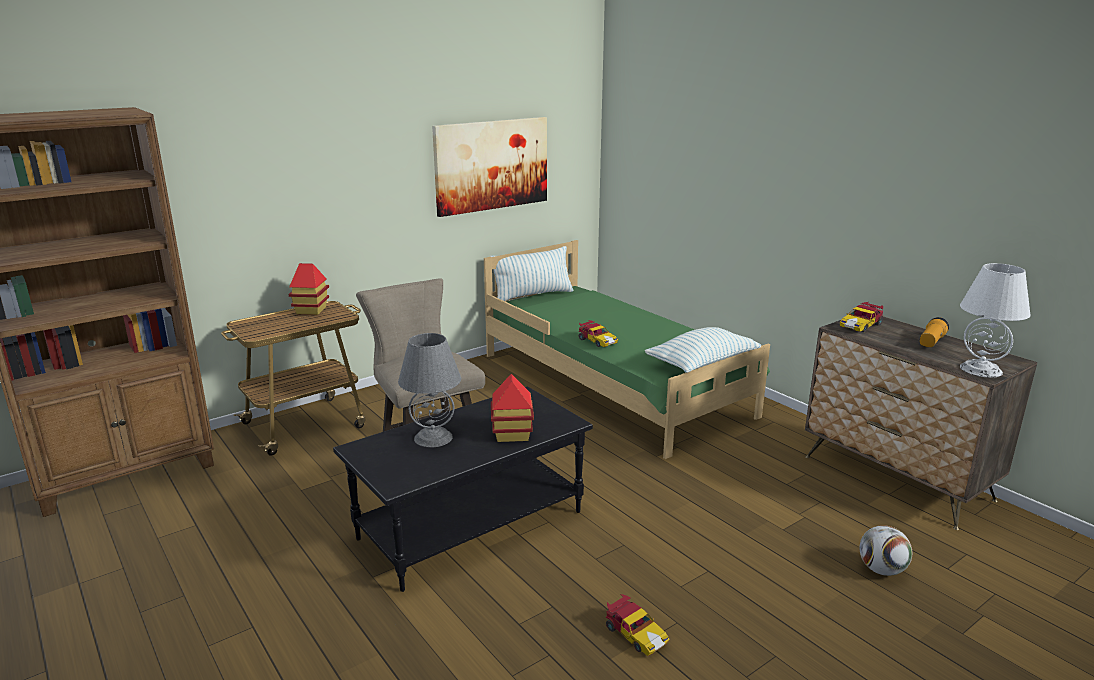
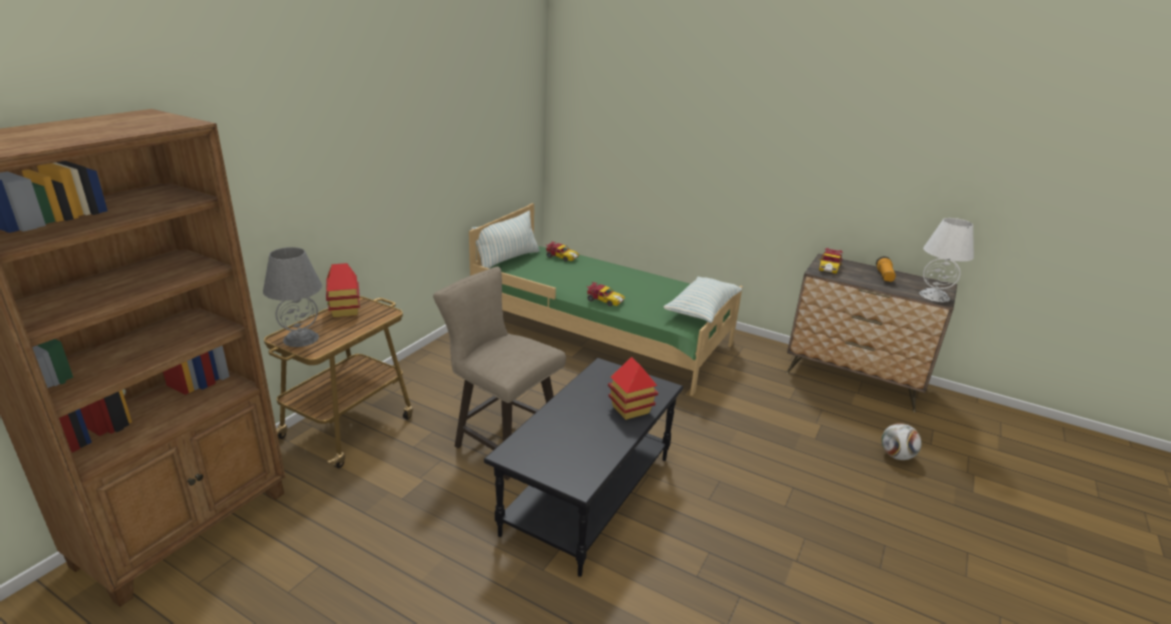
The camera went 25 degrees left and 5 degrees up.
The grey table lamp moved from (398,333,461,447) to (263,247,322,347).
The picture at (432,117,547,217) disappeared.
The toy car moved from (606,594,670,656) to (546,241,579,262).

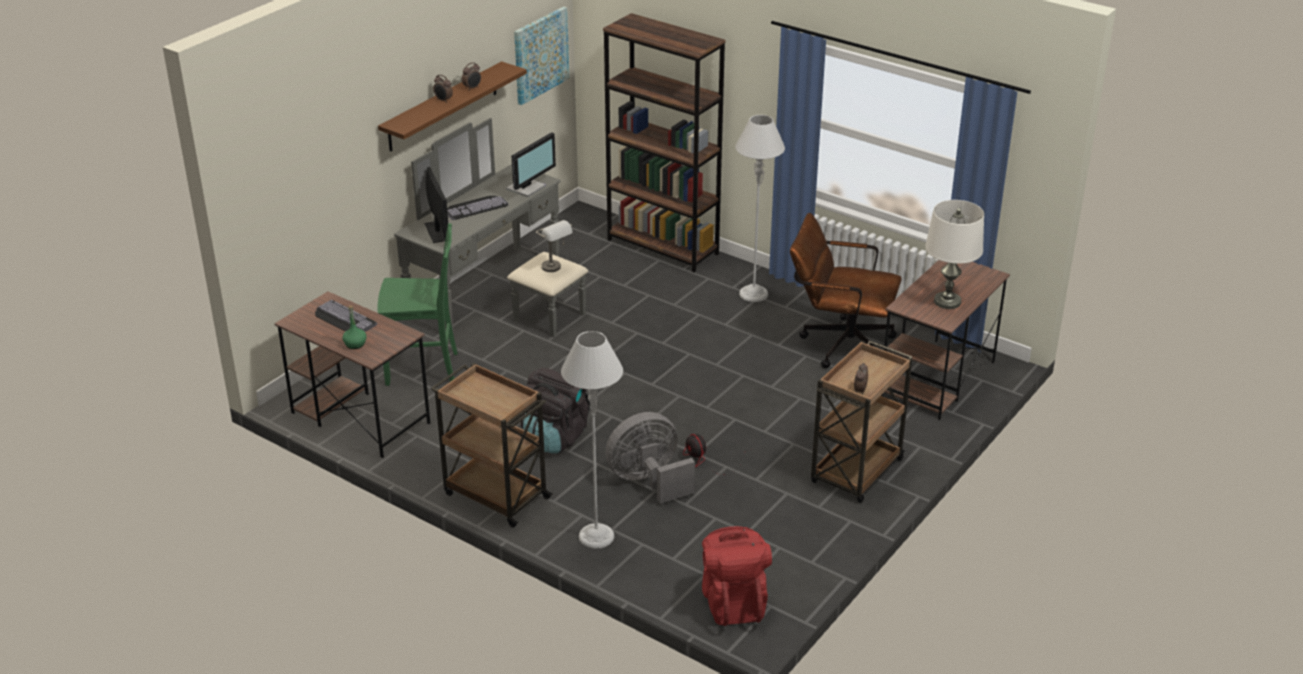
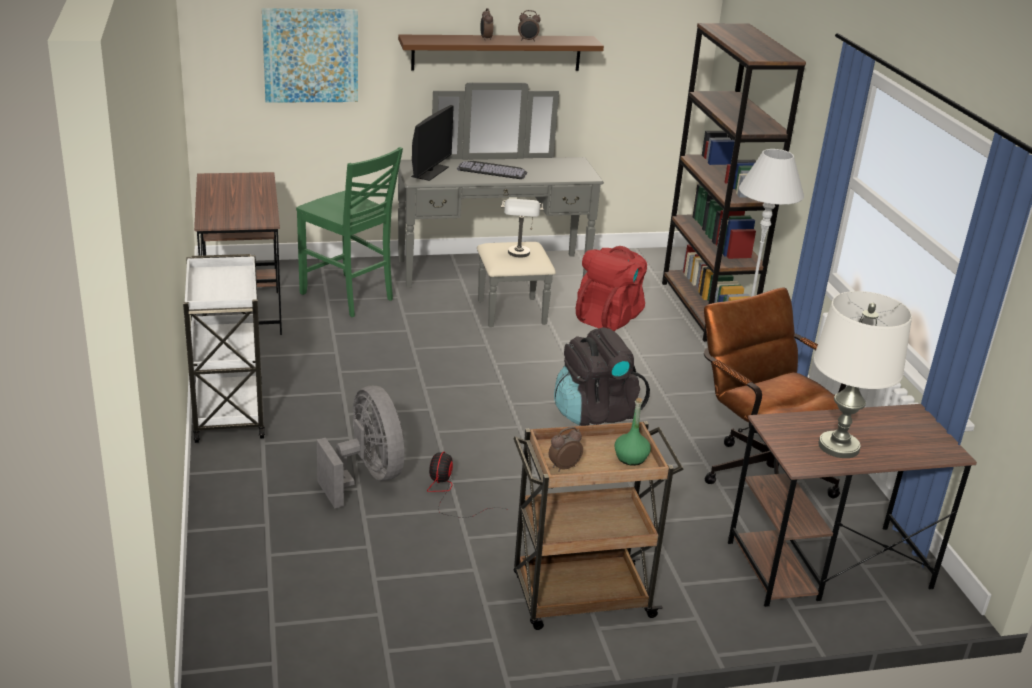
The camera went 40 degrees right and 5 degrees down.
The keyboard at (315,300,378,332) disappeared.
The green bottle moved from (342,305,367,349) to (614,398,651,466).
The brown cart at (431,363,552,528) became the white cart at (183,254,265,443).
The monitor at (506,132,556,197) disappeared.
The picture moved from (514,6,569,105) to (262,8,358,103).
The black backpack moved from (521,368,590,453) to (554,327,650,426).
The grey floor lamp at (561,331,623,549) disappeared.
The grey fan at (605,412,695,504) turned 45 degrees clockwise.
The red backpack moved from (702,526,772,626) to (576,246,647,331).

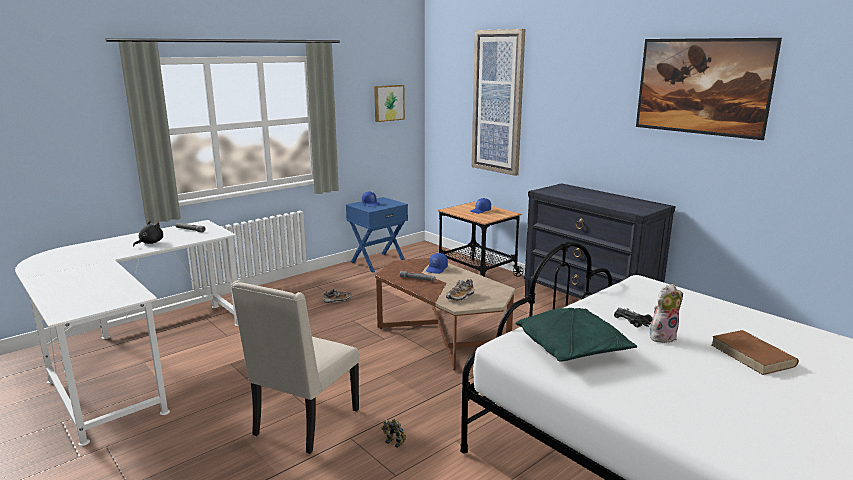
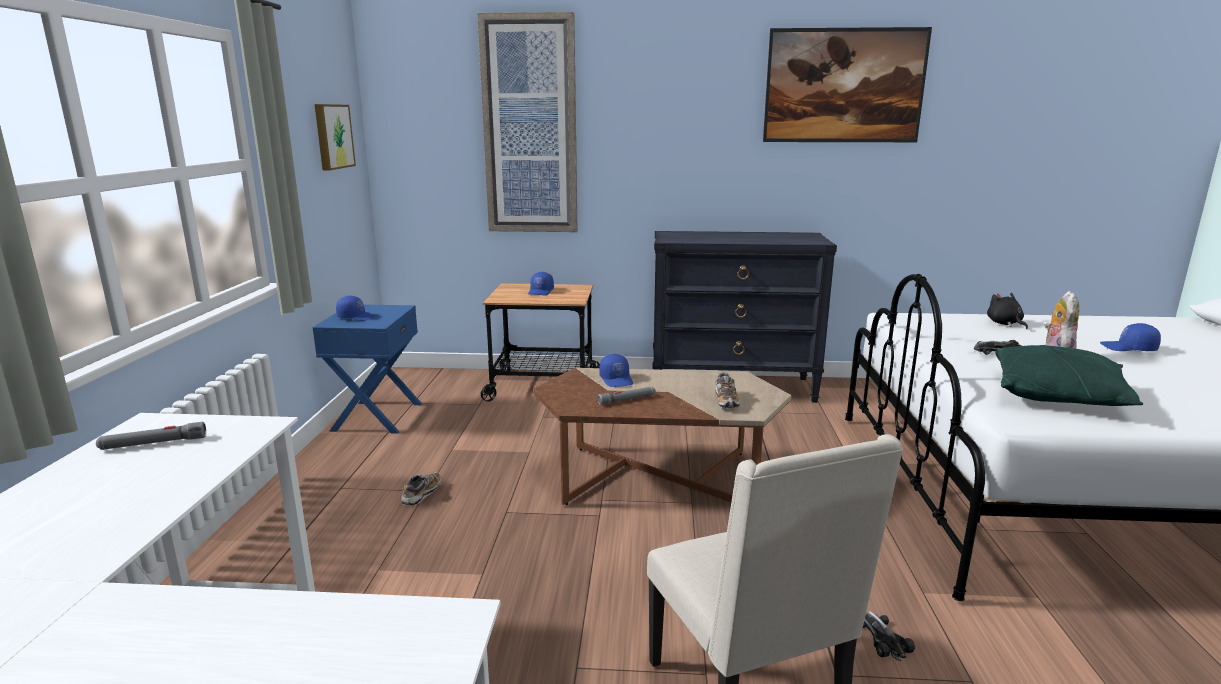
The camera went 45 degrees left and 0 degrees up.
The black plush toy moved from (133,221,163,247) to (987,293,1028,329).
The toy robot at (381,419,406,448) was replaced by the toy car at (863,611,915,662).
The brown book at (712,330,799,375) was replaced by the blue cap at (1100,323,1161,351).

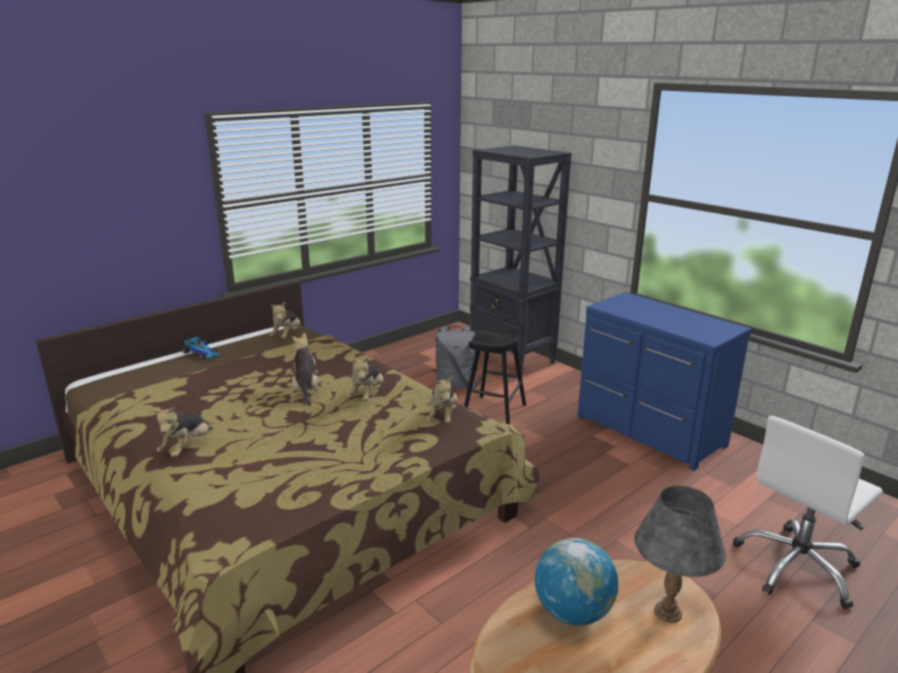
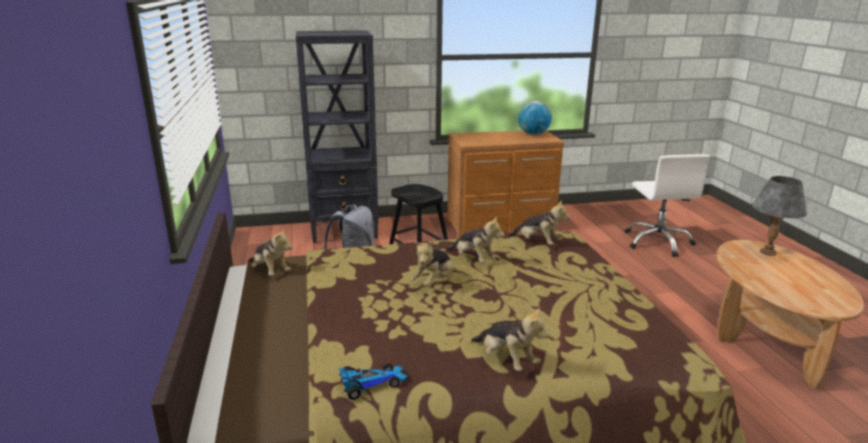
The camera went 60 degrees left and 0 degrees up.
The toy car moved from (182,337,220,360) to (339,363,409,400).
The plush toy at (292,333,323,406) turned 75 degrees counterclockwise.
The globe moved from (535,538,618,626) to (518,101,552,135).
The blue dresser at (577,292,751,471) became the brown dresser at (447,130,564,239).

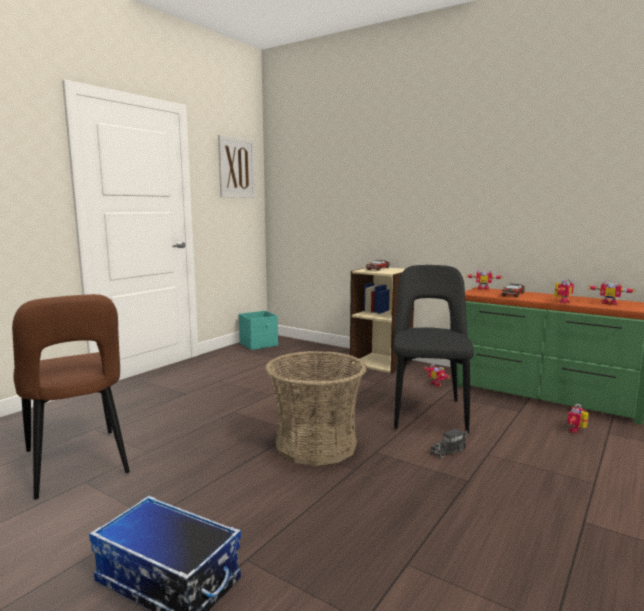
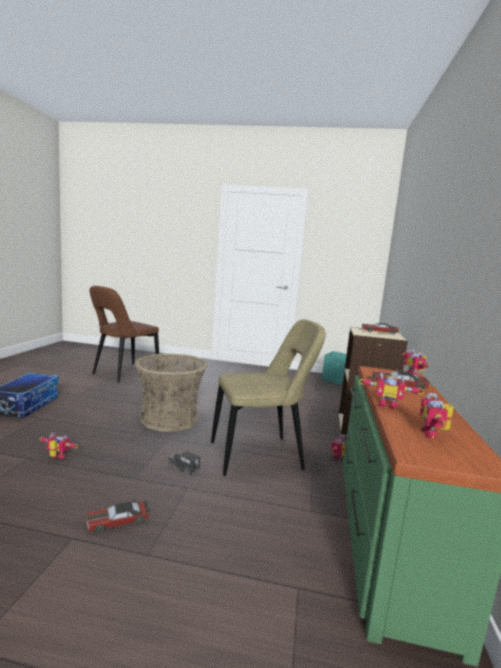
The camera went 65 degrees right and 0 degrees up.
The picture at (218,135,255,198) disappeared.
The black chair at (393,265,474,433) became the beige chair at (211,320,326,476).
The toy robot moved from (567,404,589,433) to (39,433,78,459).
The toy car at (87,501,149,533) appeared.

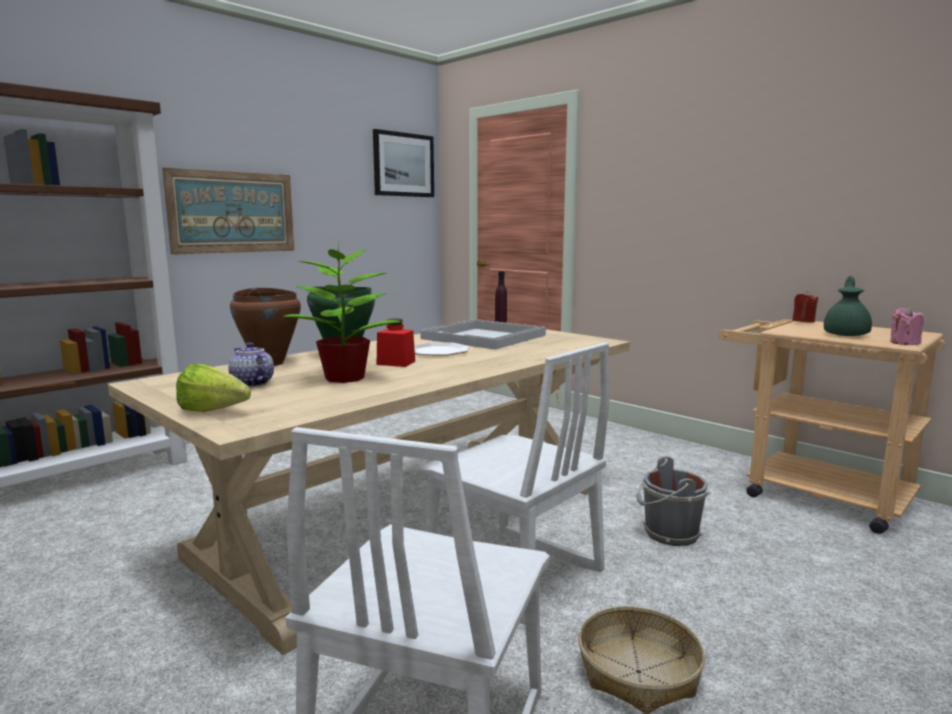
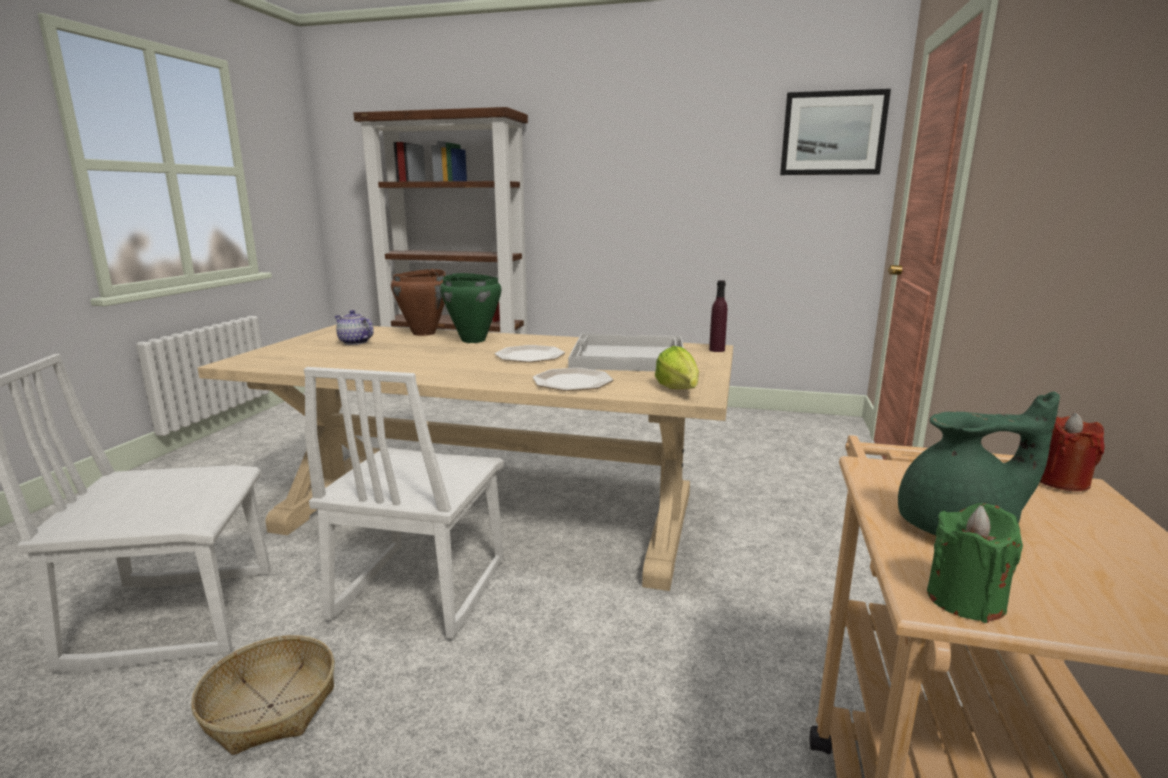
The camera went 60 degrees right and 5 degrees up.
The picture at (162,167,294,255) disappeared.
The lettuce moved from (176,364,251,412) to (655,346,699,389).
The teapot at (228,342,274,387) turned 75 degrees counterclockwise.
The potted plant at (282,240,401,383) disappeared.
The red jar at (377,319,415,367) disappeared.
The grey bucket at (636,456,710,546) disappeared.
The pink candle at (890,307,924,345) became the green candle at (927,503,1023,623).
The plate at (533,368,613,391) appeared.

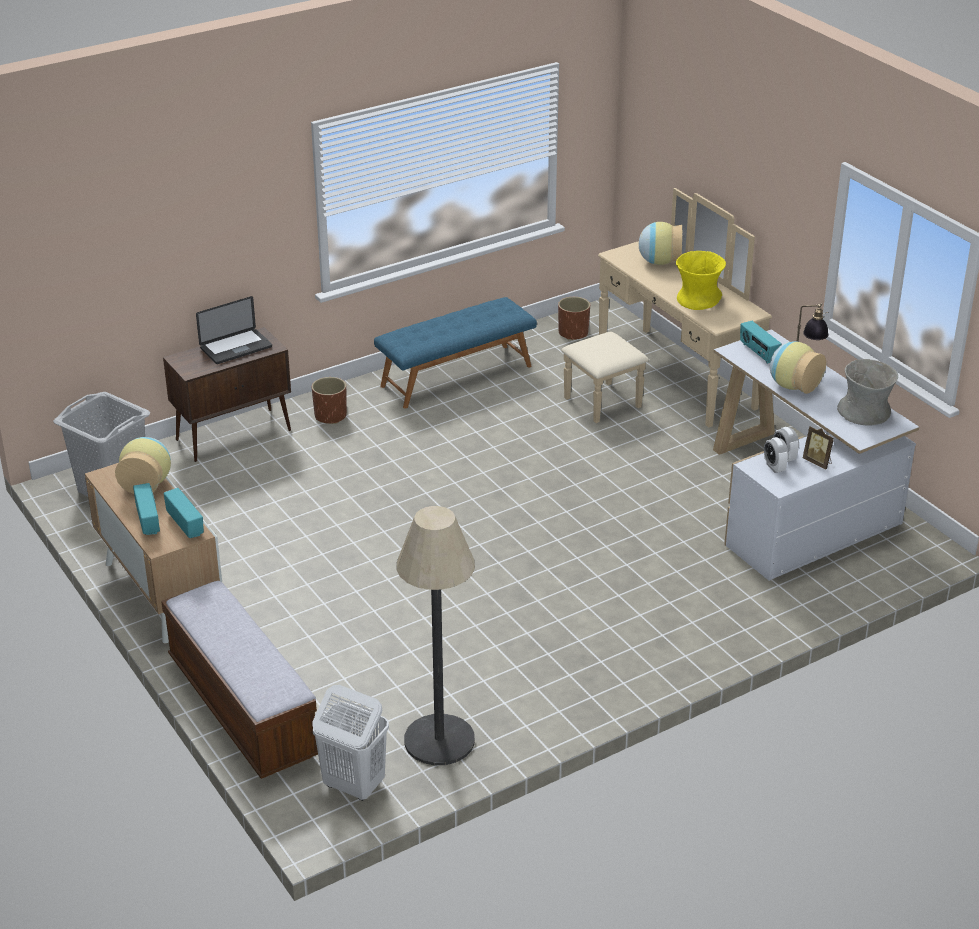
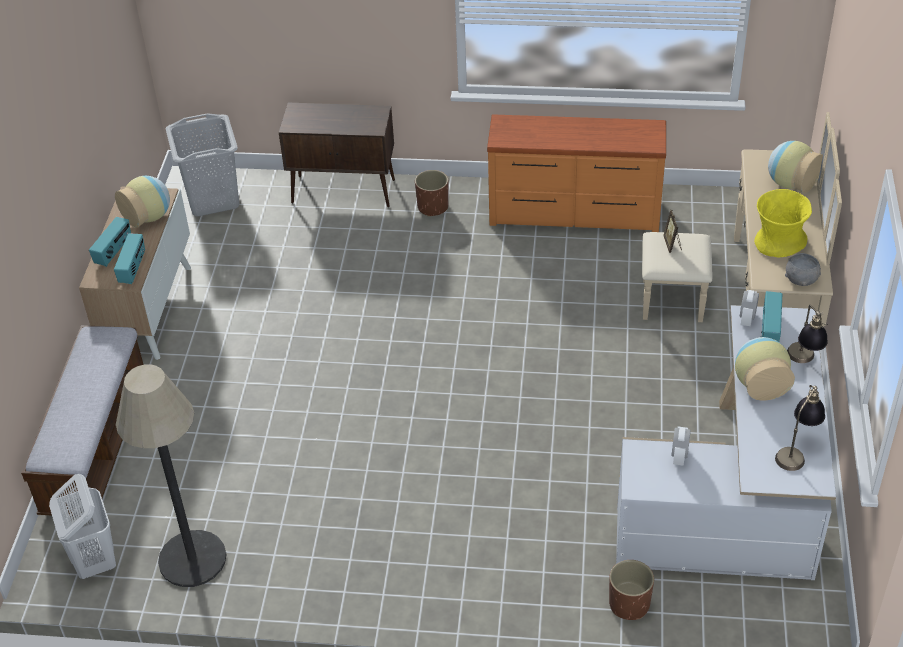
The camera went 40 degrees right and 10 degrees up.
The laptop at (196,296,272,364) disappeared.
The blue bench at (374,297,537,409) was replaced by the orange dresser at (487,114,666,232).
The brown planter moved from (558,297,590,340) to (609,560,654,620).
The alarm clock moved from (764,437,789,473) to (740,290,759,326).
The picture frame moved from (803,426,834,469) to (663,210,682,253).
The grey vase at (837,359,898,426) was replaced by the table lamp at (775,385,825,471).
The grey bowl at (785,253,821,286) appeared.

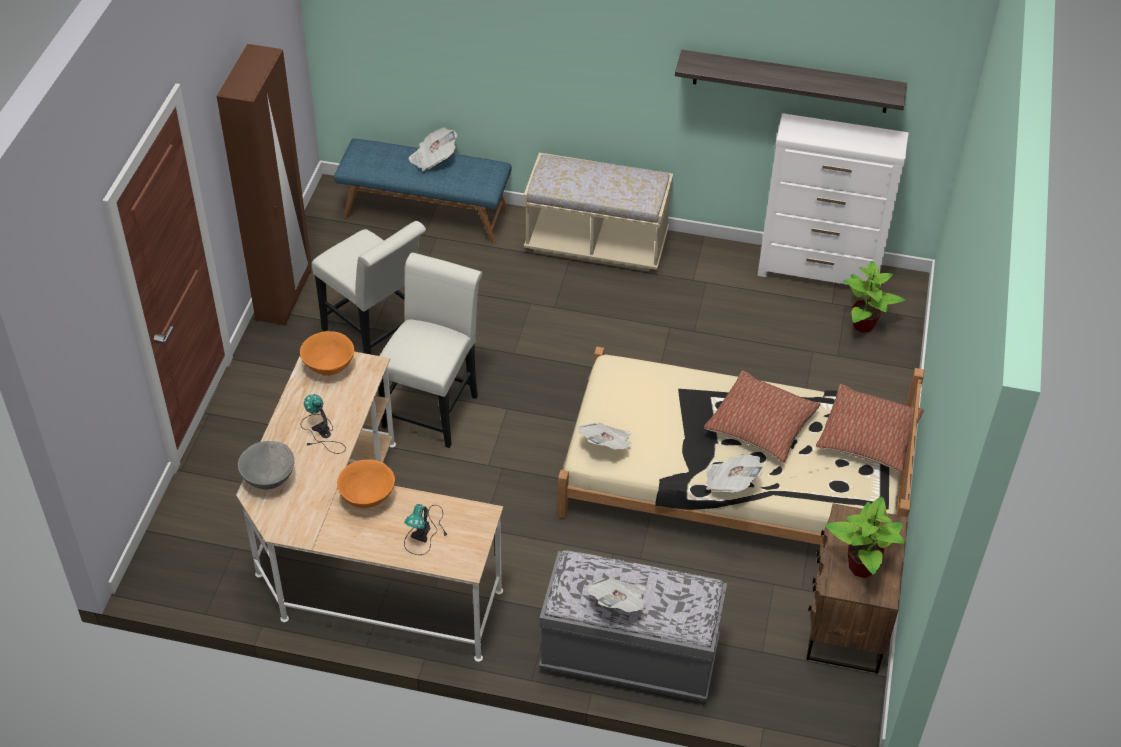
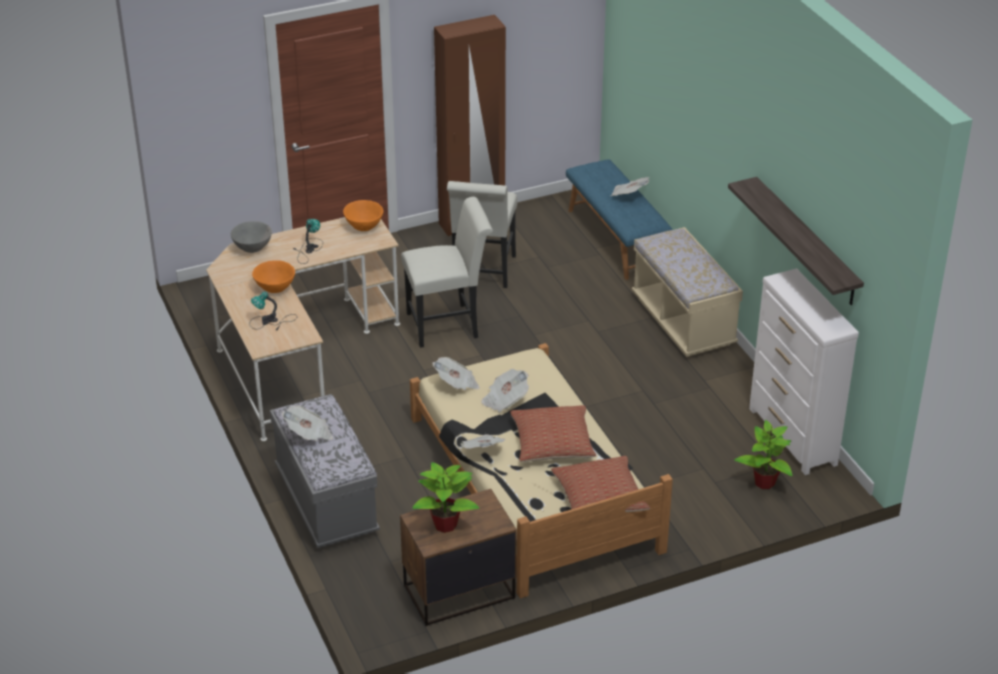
The camera went 55 degrees right and 10 degrees down.
The newspaper at (481,369,529,412) appeared.

